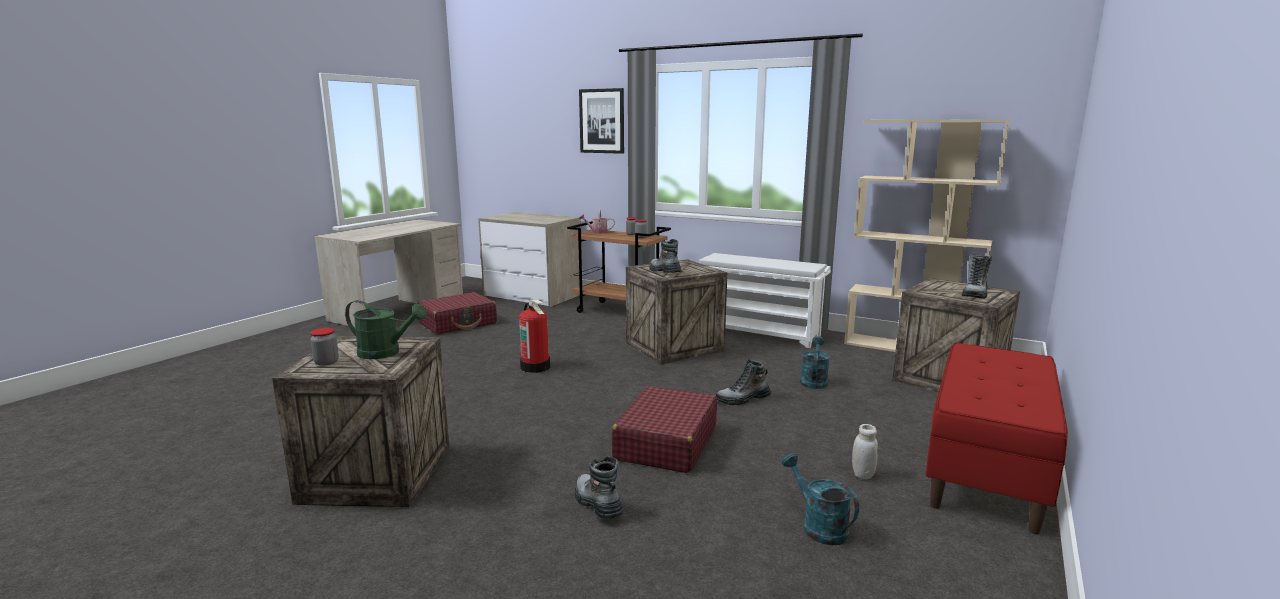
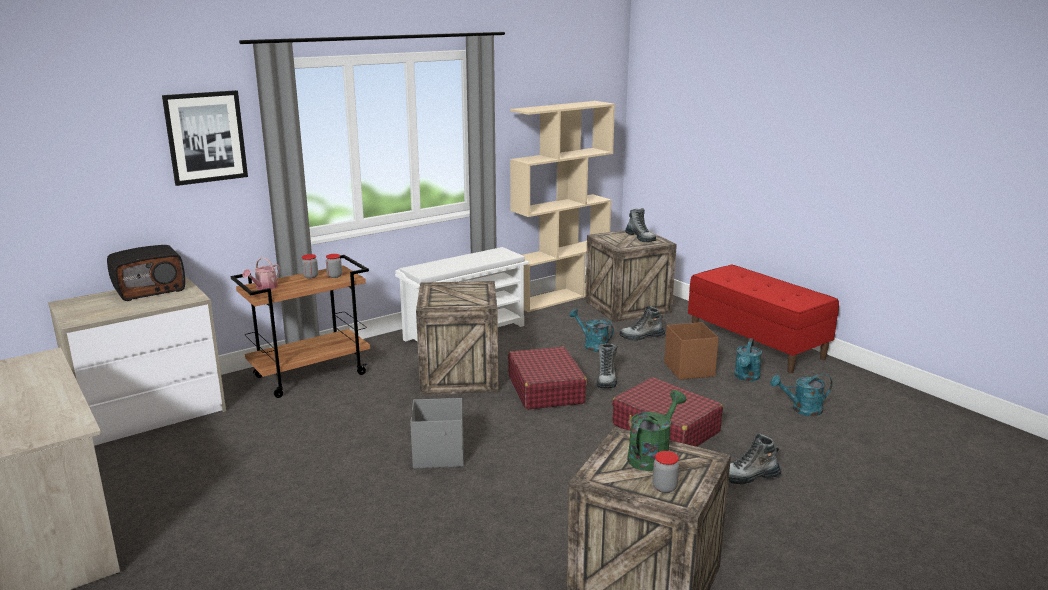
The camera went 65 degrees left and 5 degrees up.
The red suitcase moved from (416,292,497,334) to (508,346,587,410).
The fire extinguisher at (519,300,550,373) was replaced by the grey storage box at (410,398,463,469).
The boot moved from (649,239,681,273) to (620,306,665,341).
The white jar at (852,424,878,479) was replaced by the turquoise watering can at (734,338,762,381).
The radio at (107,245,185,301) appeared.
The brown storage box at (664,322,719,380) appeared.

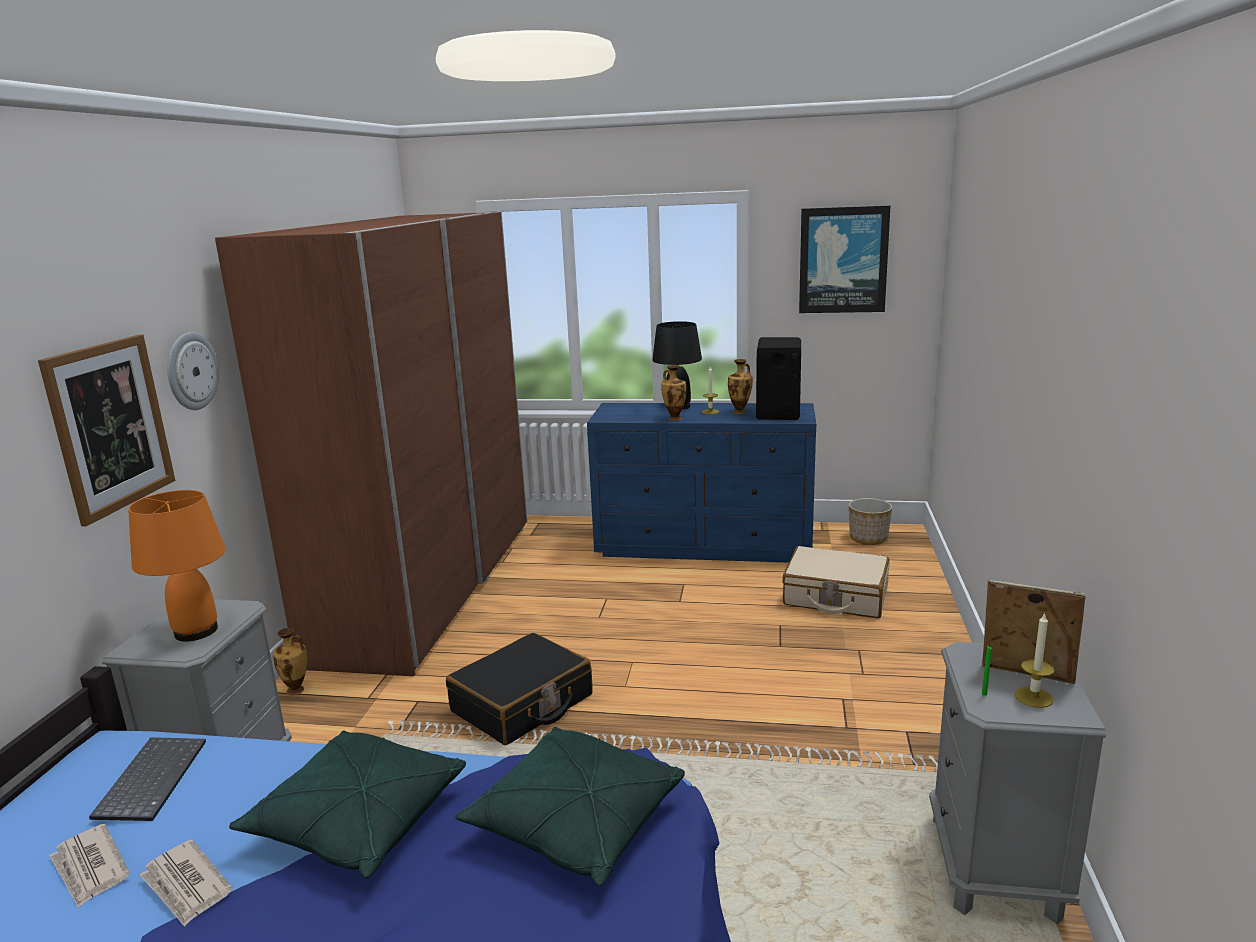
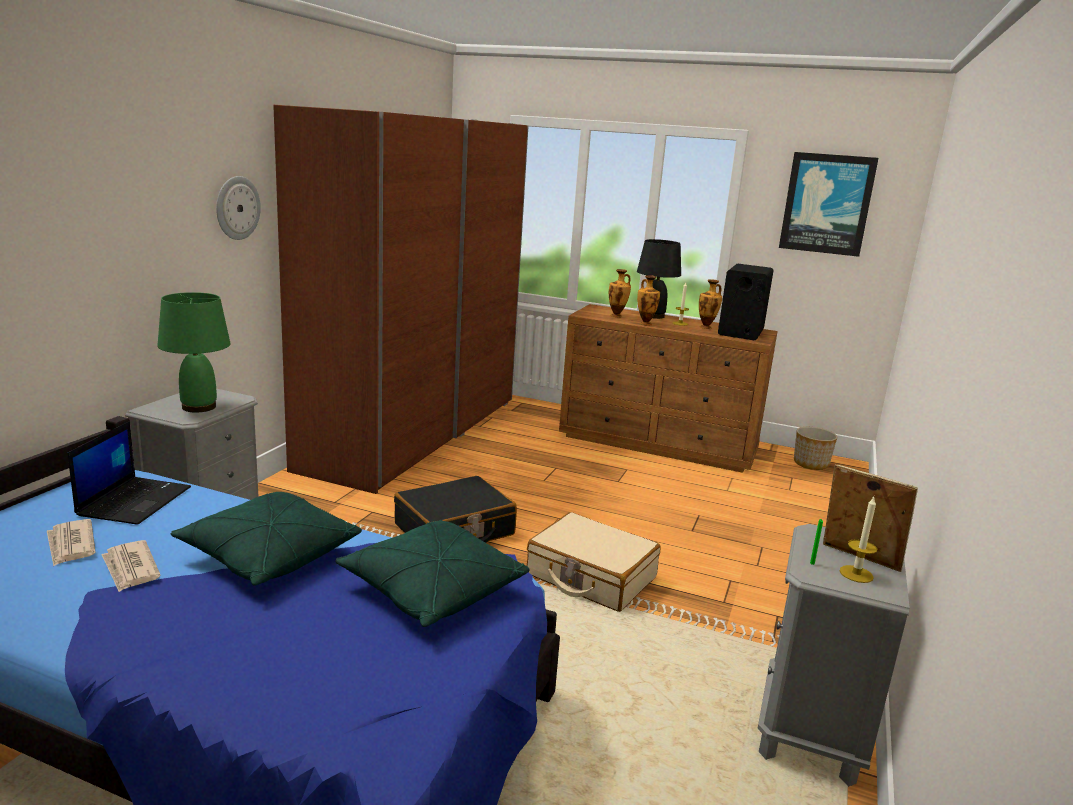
The camera went 10 degrees right and 0 degrees up.
The picture at (38,334,175,526) disappeared.
The keyboard at (89,737,206,821) was replaced by the laptop at (68,421,191,525).
The orange table lamp at (128,490,226,641) became the green table lamp at (157,292,231,413).
The vase moved from (273,628,307,695) to (609,269,631,317).
The blue dresser at (587,403,816,563) became the brown dresser at (559,304,778,473).
The beige suitcase moved from (782,546,890,618) to (527,512,661,612).

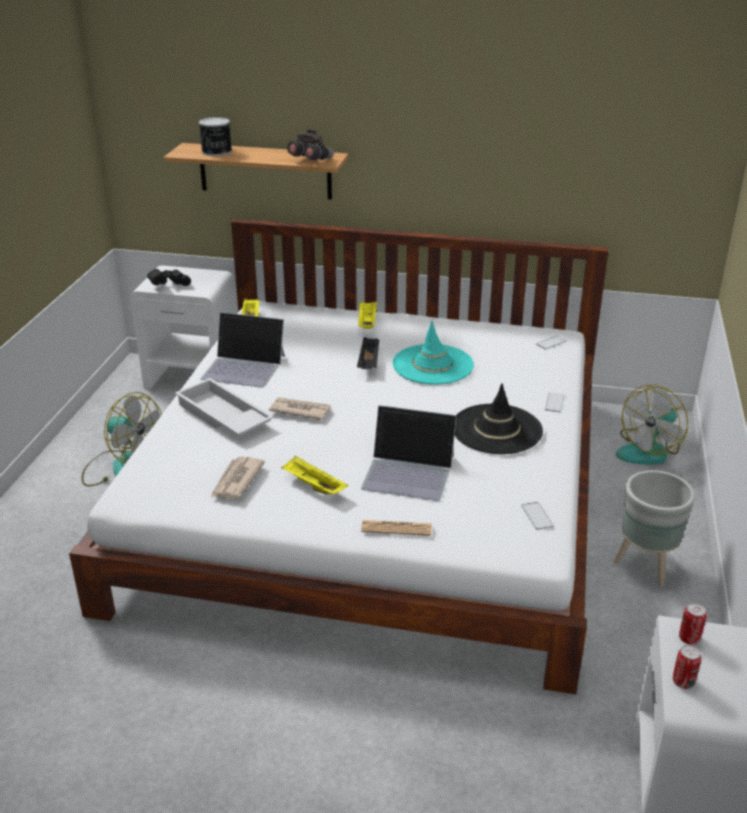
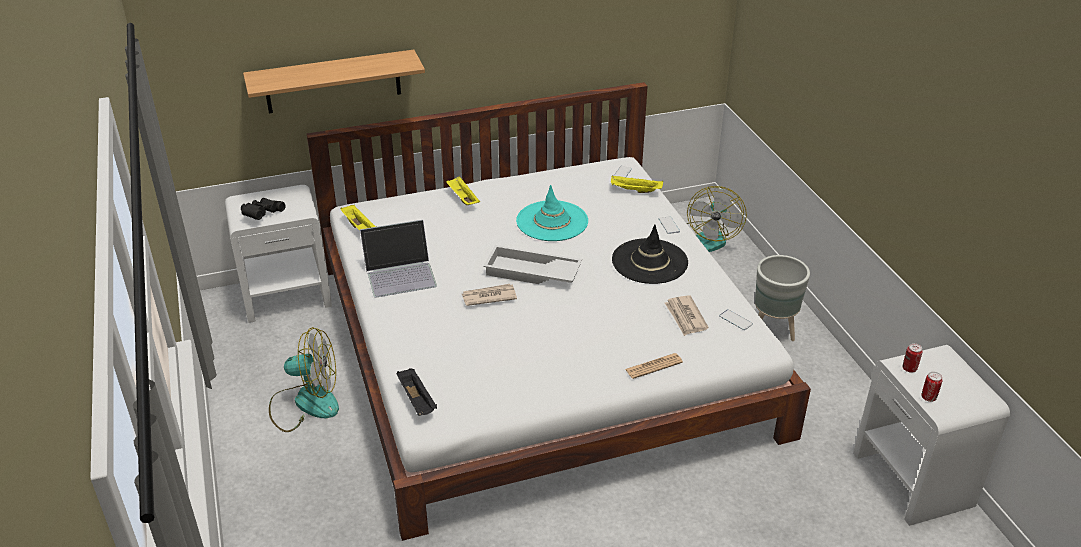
The camera went 30 degrees left and 5 degrees up.
The white tray moved from (175,378,274,436) to (483,245,582,284).
The can at (199,117,232,156) disappeared.
The newspaper moved from (211,456,265,499) to (665,295,709,336).
The yellow tray moved from (281,456,348,494) to (611,175,663,193).
The grey binoculars at (287,130,334,160) disappeared.
The black tray moved from (357,337,380,369) to (397,368,437,416).
The laptop at (361,405,457,501) disappeared.

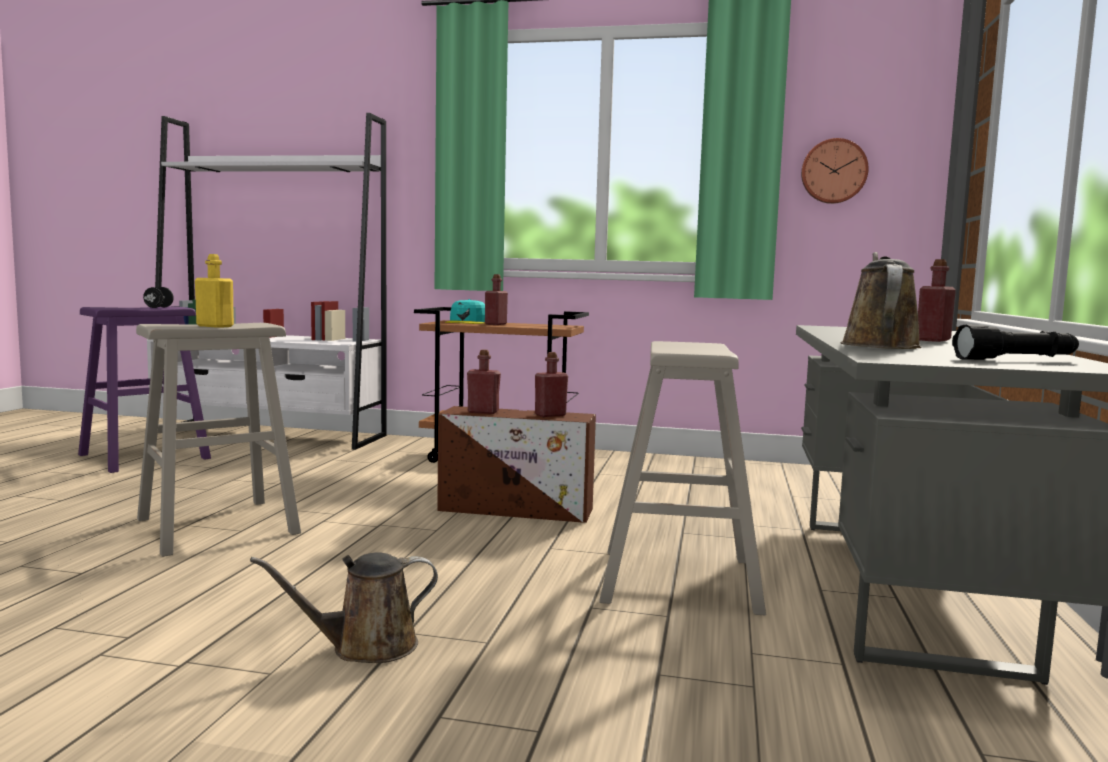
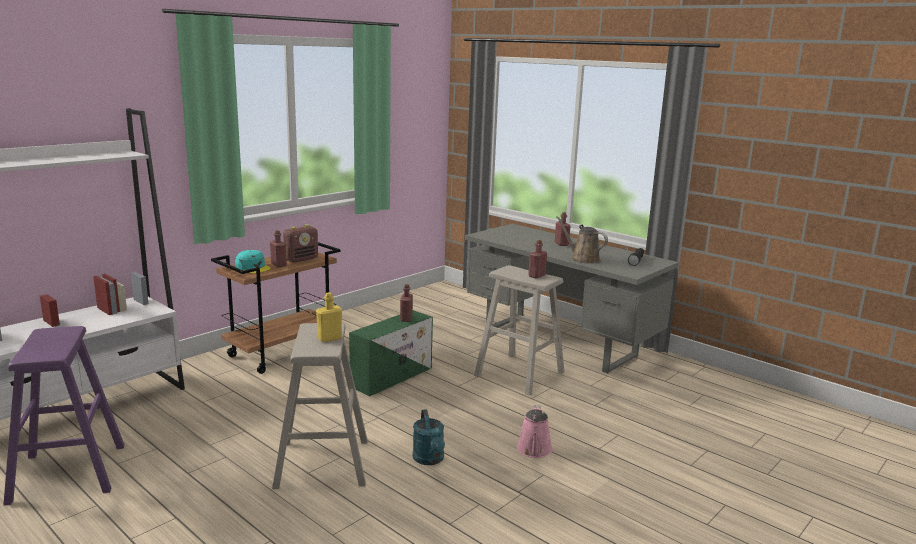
The camera went 60 degrees left and 10 degrees up.
The black dumbbell at (143,287,174,308) disappeared.
The brown watering can at (250,552,438,663) became the pink watering can at (517,405,553,458).
The brown storage box at (437,406,596,523) became the green storage box at (349,310,433,396).
The red bottle moved from (467,350,501,414) to (528,240,547,279).
The wall clock at (801,138,869,204) disappeared.
The radio at (283,224,318,263) appeared.
The turquoise watering can at (413,409,445,465) appeared.

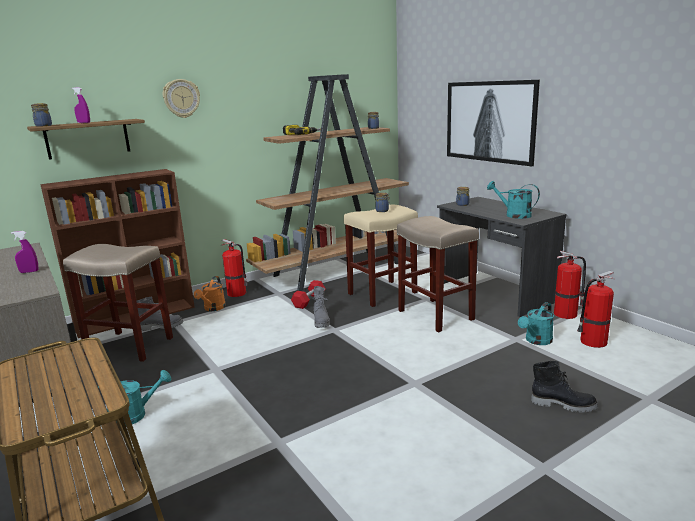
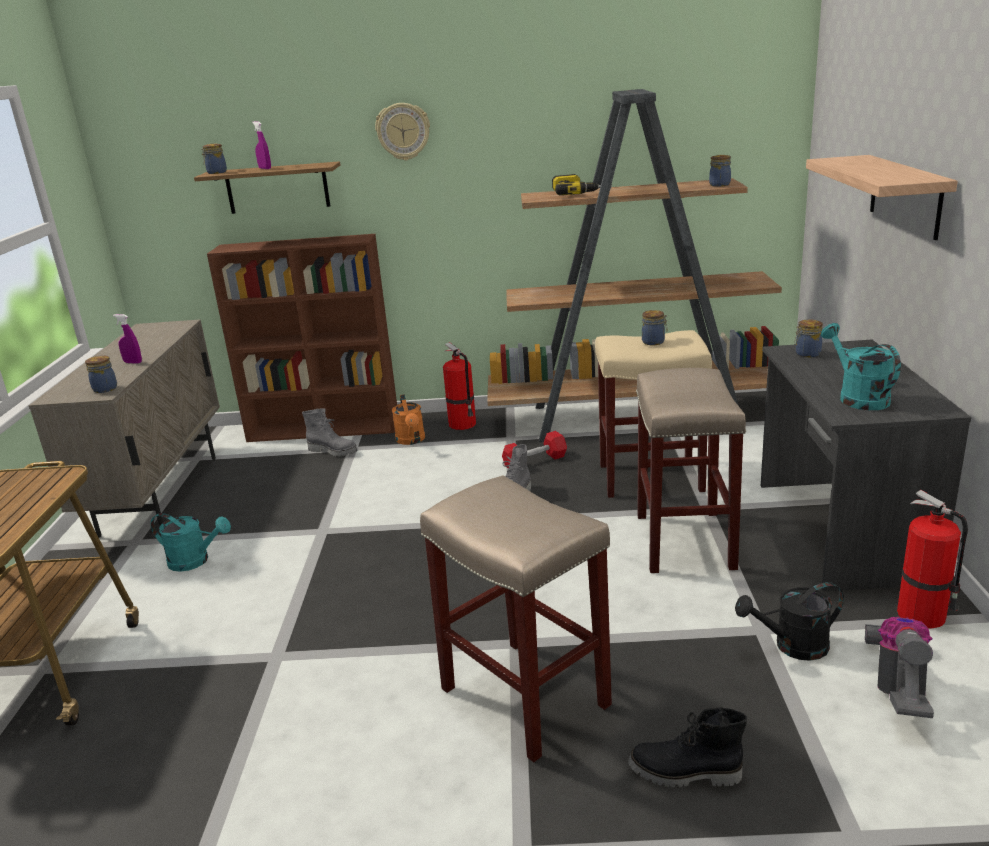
The camera went 35 degrees right and 5 degrees up.
The beige stool moved from (63,244,173,362) to (420,475,612,763).
The orange watering can at (194,276,226,311) turned 60 degrees counterclockwise.
The picture at (447,80,540,166) was replaced by the shelf at (806,155,958,240).
The turquoise watering can at (518,302,554,345) became the black watering can at (735,582,844,661).
The black boot at (531,361,598,413) turned 135 degrees clockwise.
The fire extinguisher at (577,271,615,348) was replaced by the vacuum cleaner at (865,617,934,718).
The jar at (85,355,117,393) appeared.

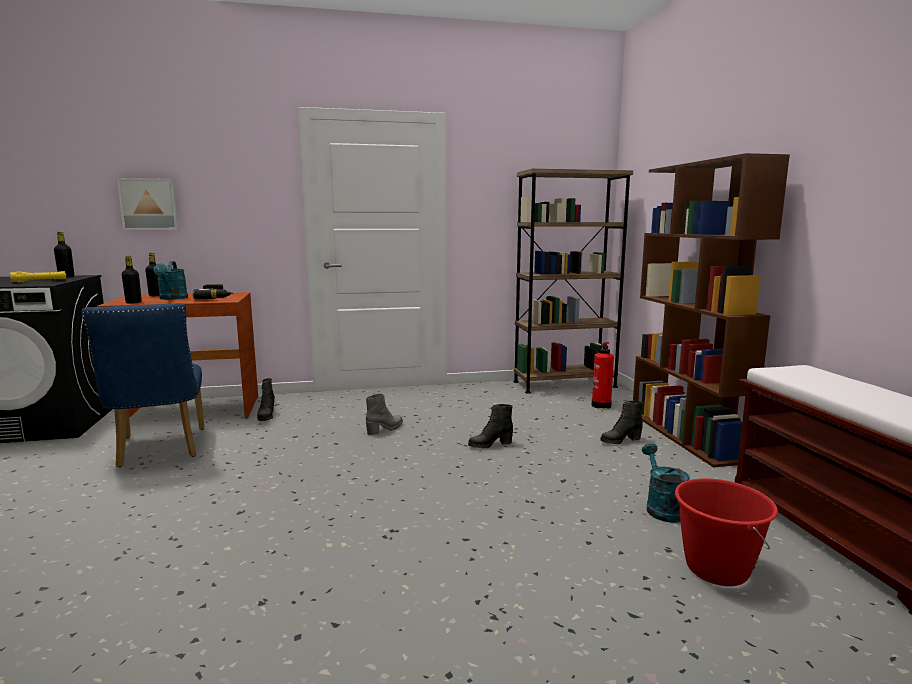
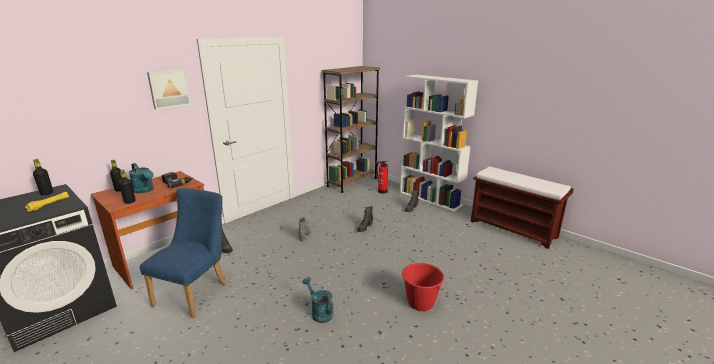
The camera went 35 degrees left and 10 degrees up.
The blue chair at (81,303,204,467) turned 105 degrees counterclockwise.
The picture moved from (117,178,179,230) to (147,70,191,109).
The brown bookcase at (633,153,790,468) became the white bookcase at (400,75,478,212).
The turquoise watering can moved from (642,443,690,523) to (303,277,333,323).
The red bucket moved from (675,478,778,586) to (402,263,444,311).

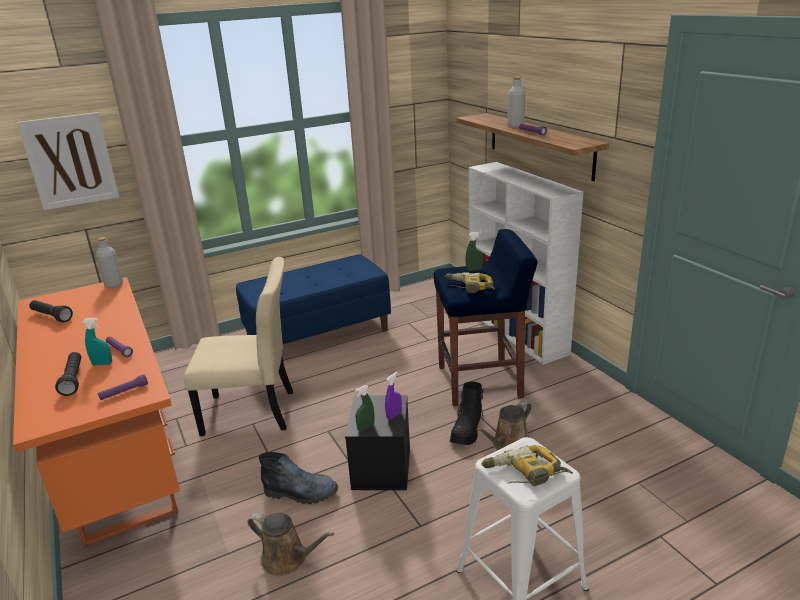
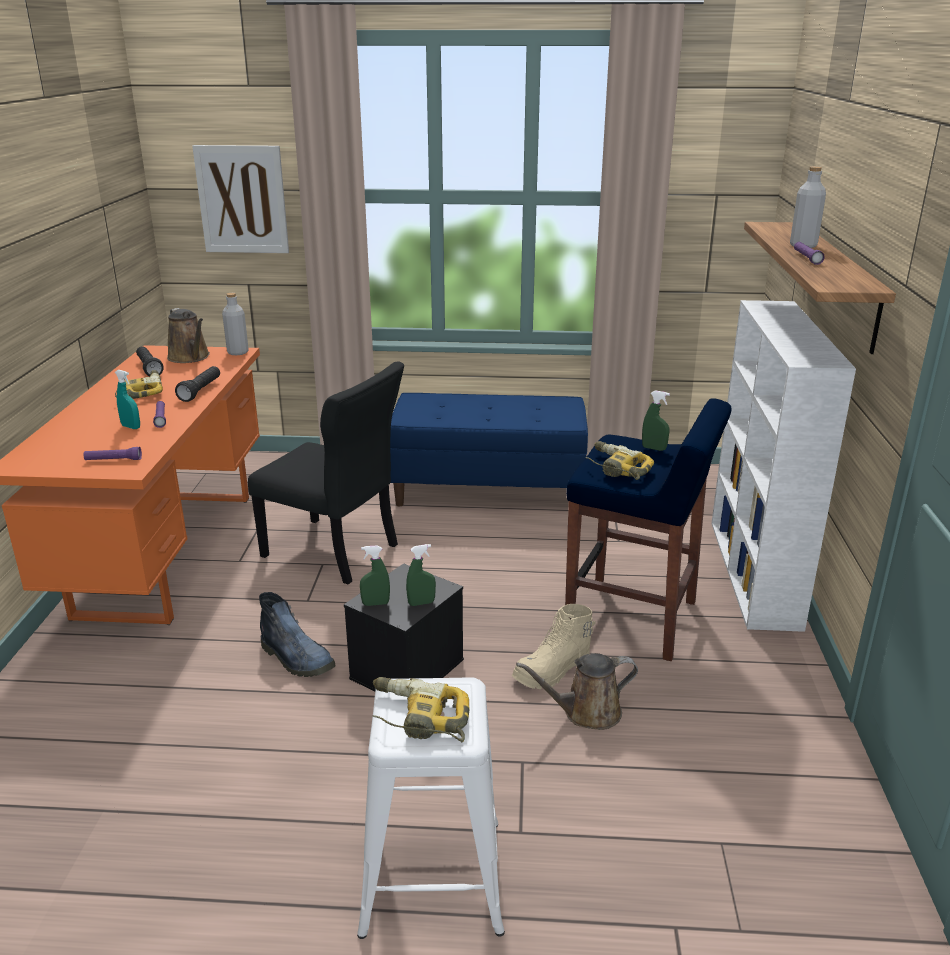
The camera went 30 degrees right and 0 degrees up.
The black flashlight moved from (55,352,81,396) to (175,366,220,402).
The beige chair at (184,257,293,436) became the black chair at (248,361,404,585).
The brown watering can moved from (248,513,334,576) to (167,308,210,363).
The purple spray bottle at (385,372,402,420) became the green spray bottle at (406,544,436,606).
The black boot at (450,382,484,445) became the beige boot at (512,604,596,689).
The power drill at (115,370,163,399) appeared.

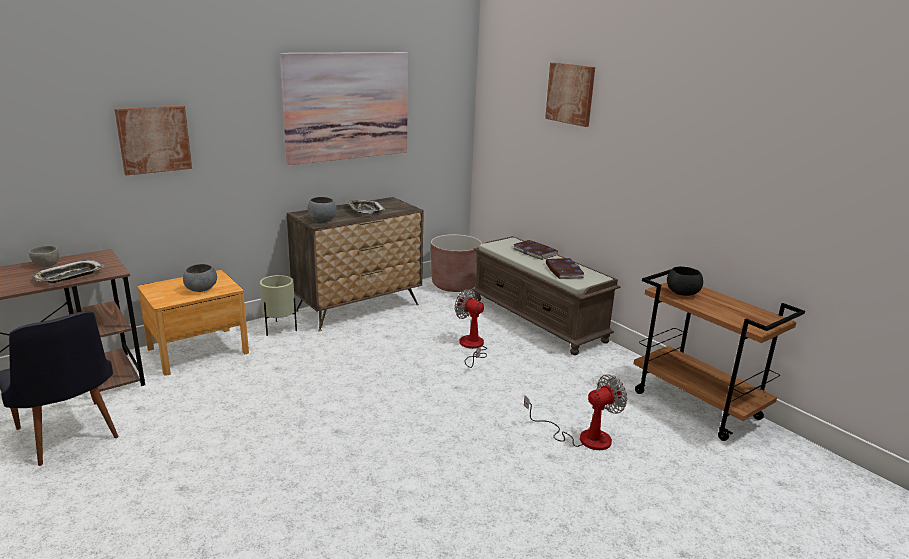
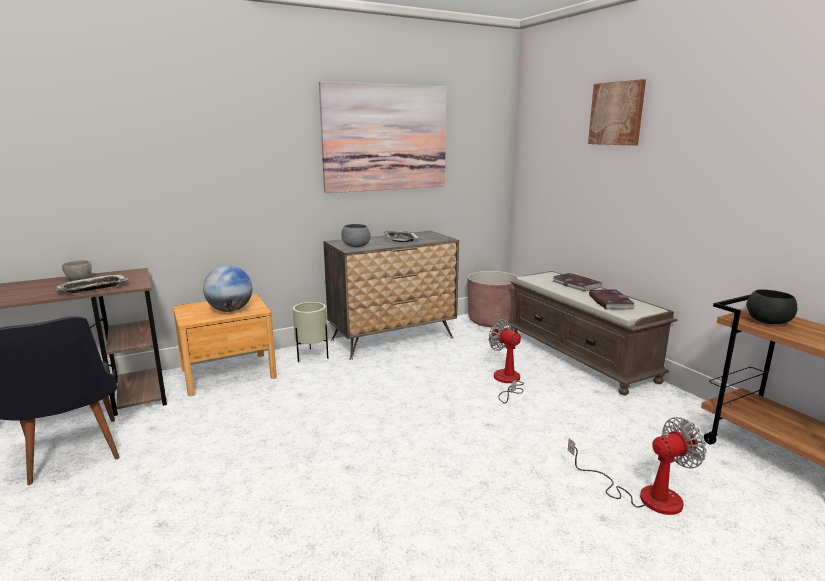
The camera went 10 degrees right and 5 degrees down.
The picture at (115,106,192,175) disappeared.
The grey bowl at (183,264,217,292) was replaced by the globe at (203,265,252,312).

